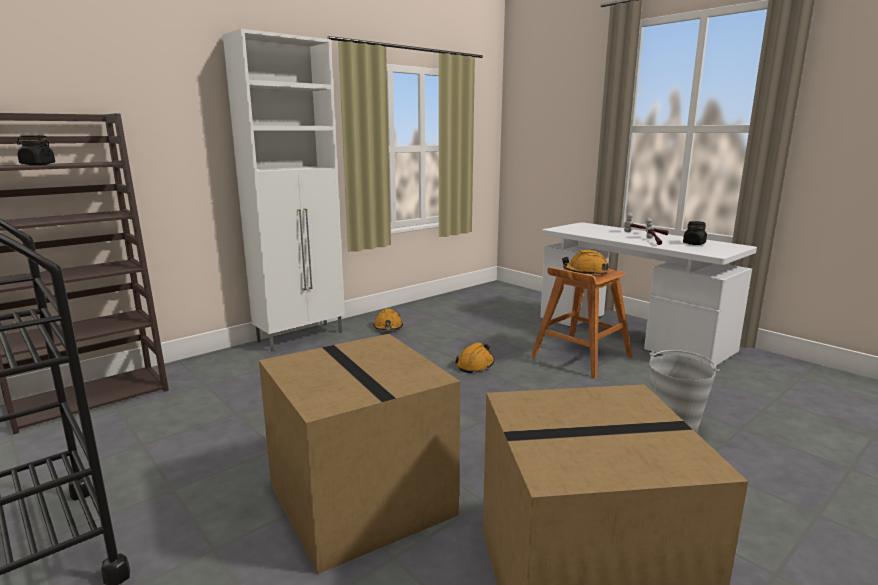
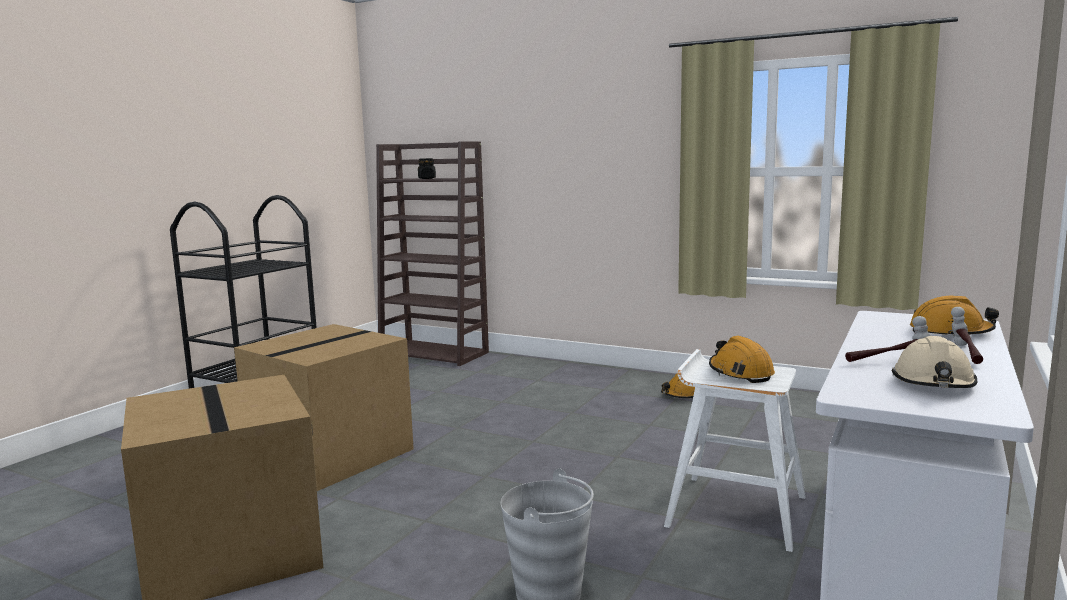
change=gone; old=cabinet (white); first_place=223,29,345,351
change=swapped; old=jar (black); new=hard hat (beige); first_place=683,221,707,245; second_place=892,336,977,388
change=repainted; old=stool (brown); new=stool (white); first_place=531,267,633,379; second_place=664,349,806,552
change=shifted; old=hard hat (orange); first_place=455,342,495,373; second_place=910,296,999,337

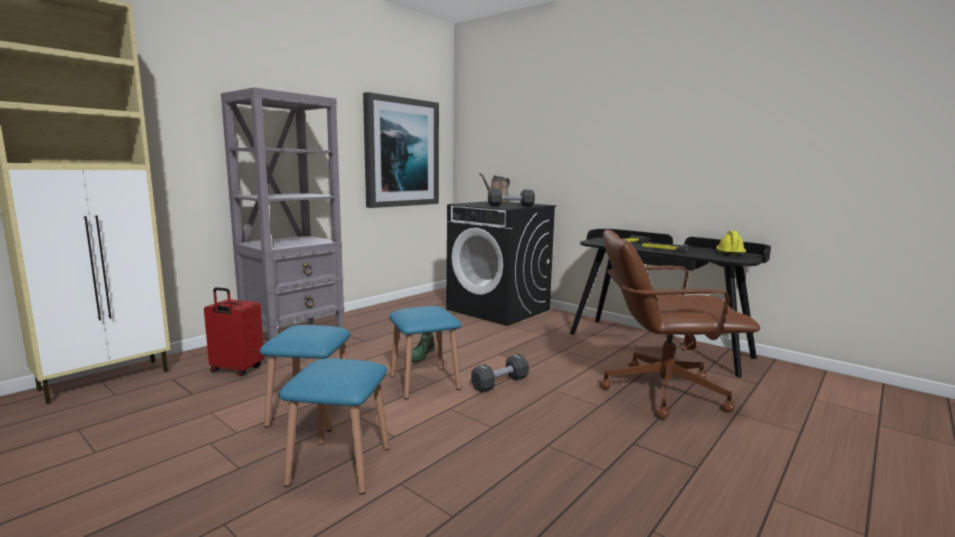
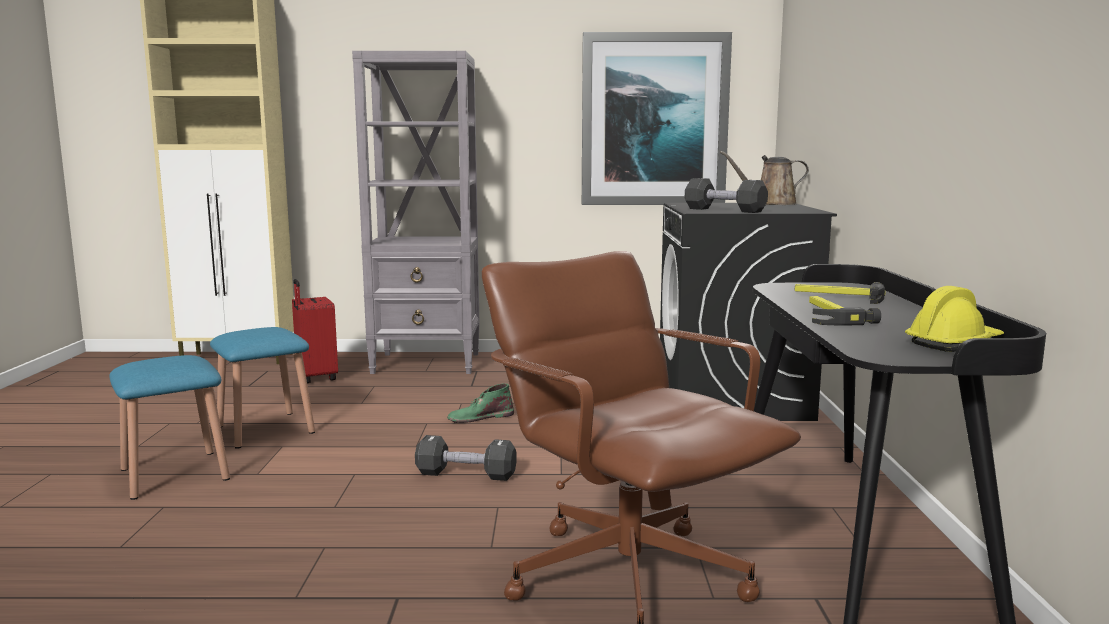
change=gone; old=stool (blue); first_place=389,306,461,399

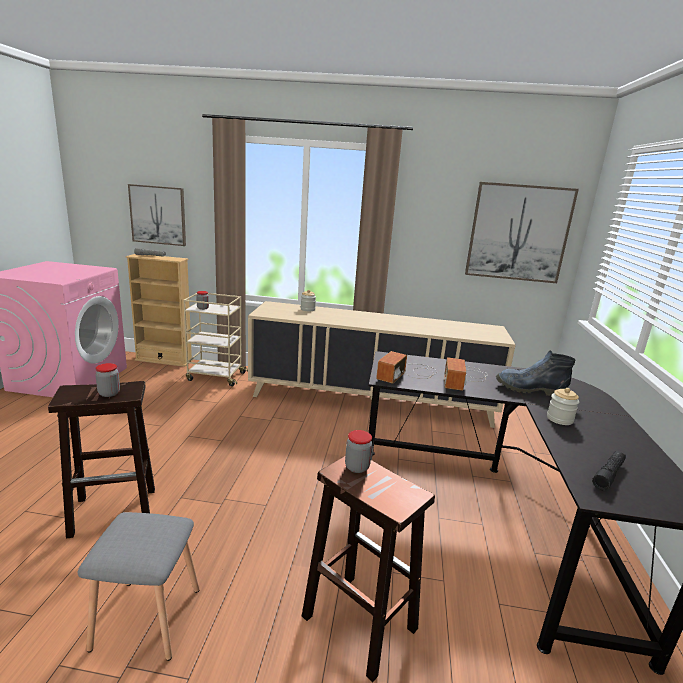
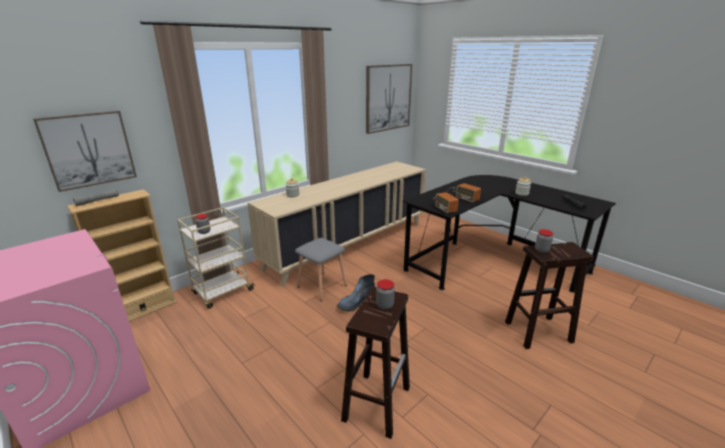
change=shifted; old=boot; first_place=496,350,575,396; second_place=337,274,375,312
change=shifted; old=stool (grey); first_place=77,512,200,661; second_place=295,238,347,301

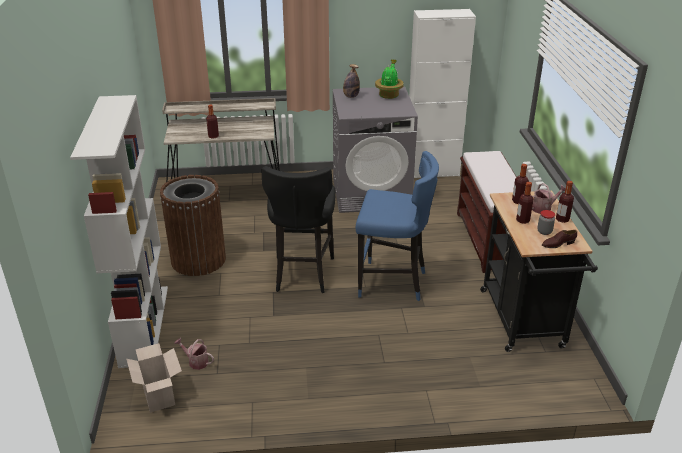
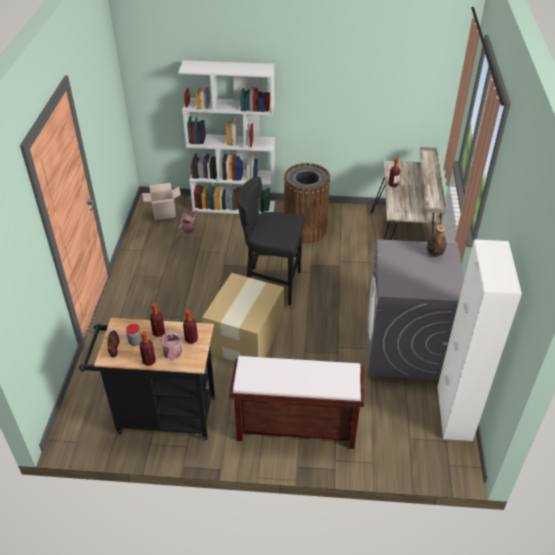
change=gone; old=potted plant; first_place=375,59,404,99
change=swapped; old=stool (blue); new=cardboard box; first_place=355,151,439,301; second_place=202,273,284,361

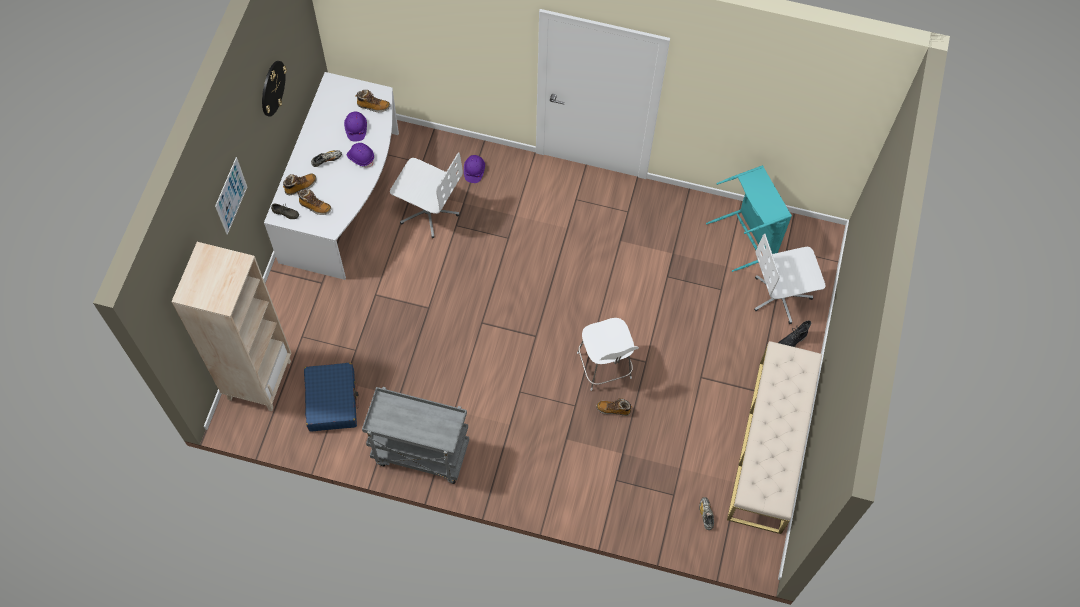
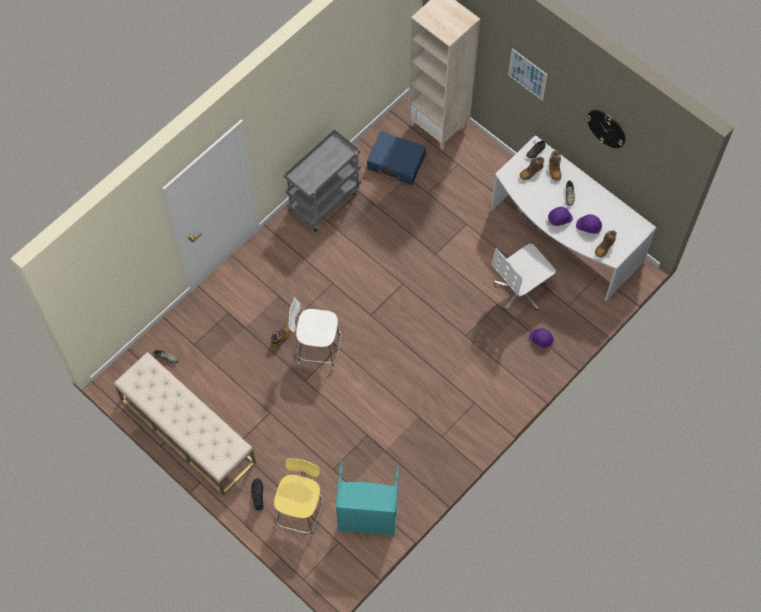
change=swapped; old=office chair (white); new=stool (yellow); first_place=754,234,825,324; second_place=274,458,324,537

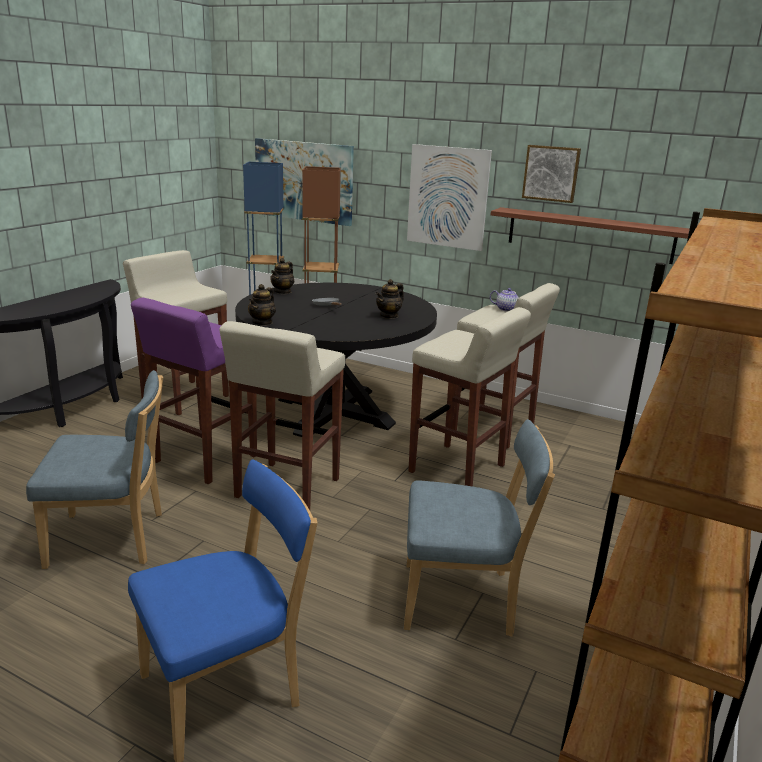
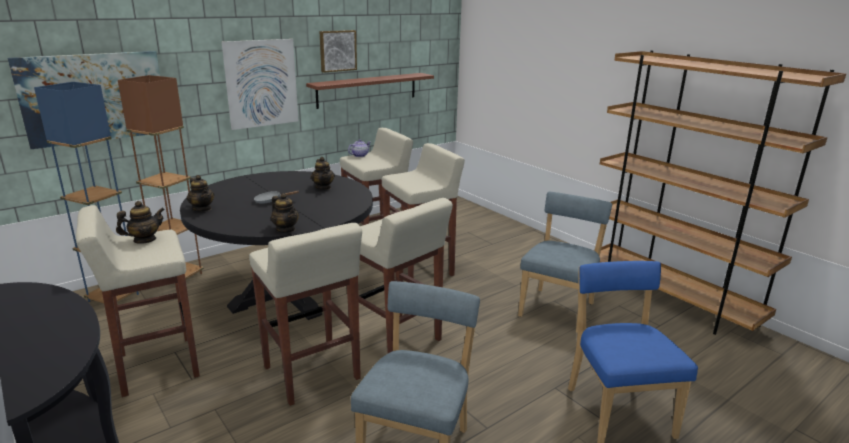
change=repainted; old=stool (purple); new=stool (beige); first_place=131,298,257,484; second_place=249,223,362,406
change=new; new=teapot; second_place=116,201,165,244

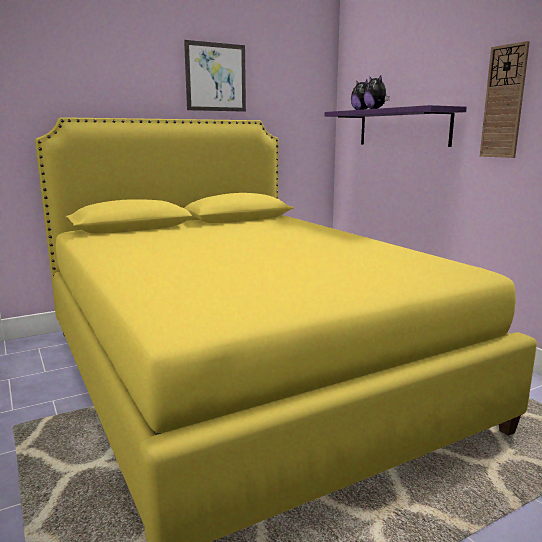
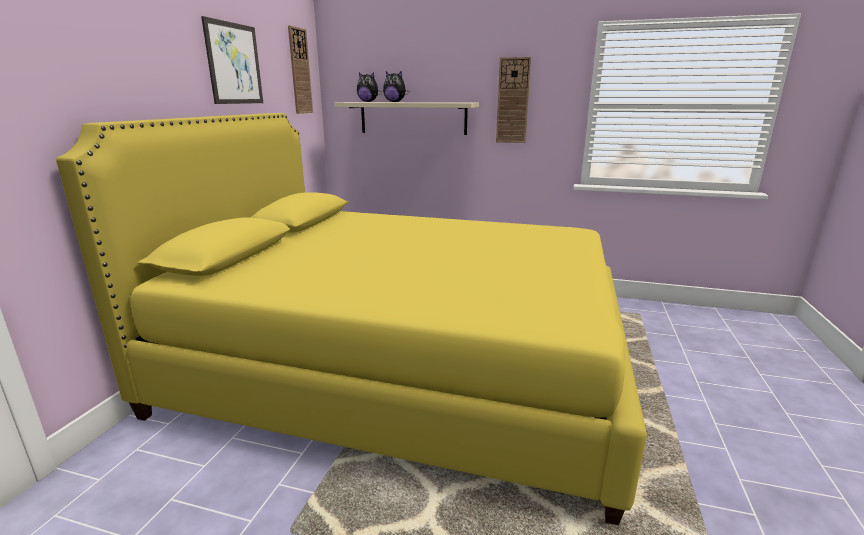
change=repainted; old=shelf (purple); new=shelf (beige); first_place=325,105,467,147; second_place=335,102,479,135
change=new; new=wall clock; second_place=288,25,313,114

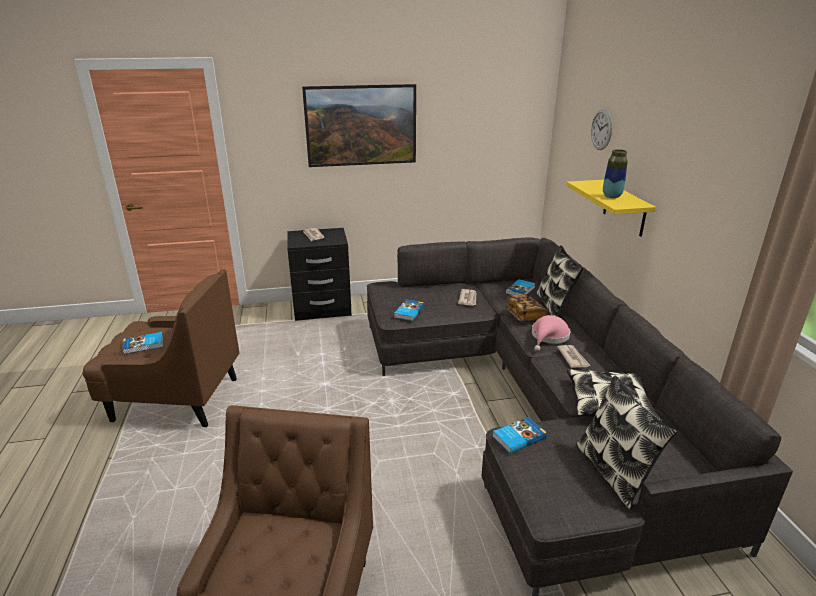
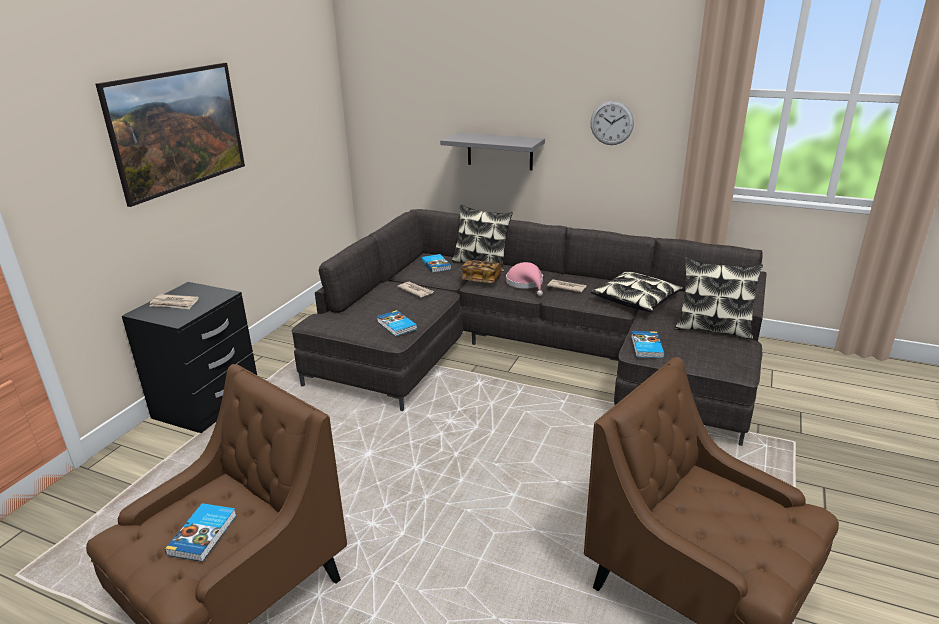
change=shifted; old=wall clock; first_place=591,109,612,150; second_place=590,101,634,145
change=gone; old=vase; first_place=603,149,628,198
change=repainted; old=shelf (yellow); new=shelf (grey); first_place=566,180,656,237; second_place=440,132,545,170

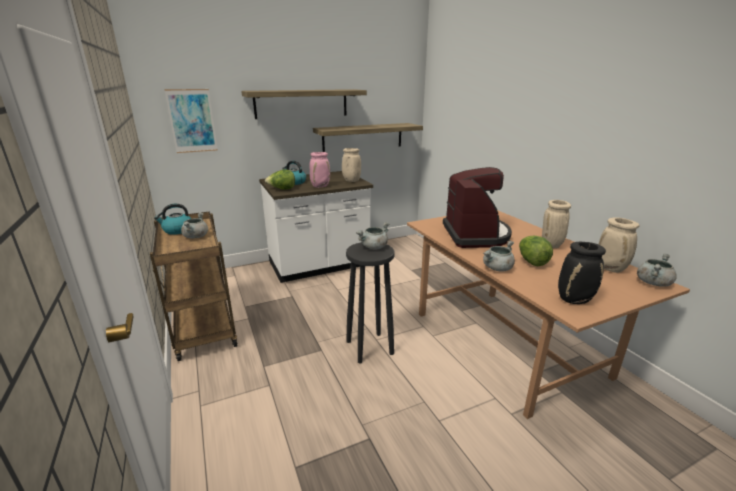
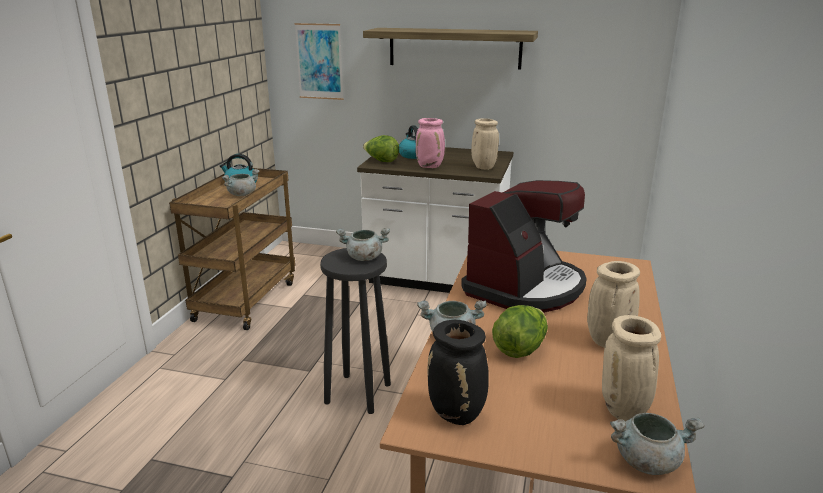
change=gone; old=shelf; first_place=313,123,423,152

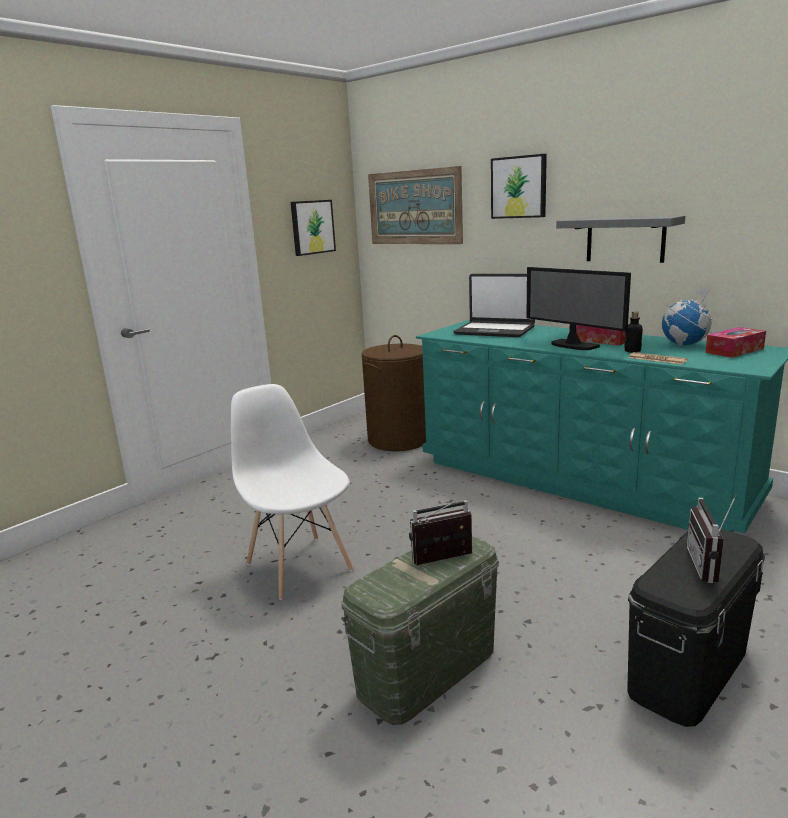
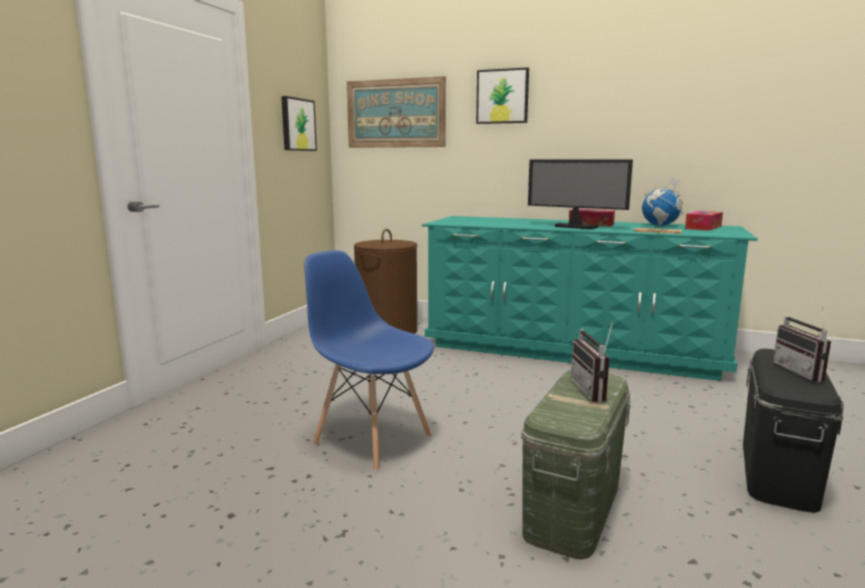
change=gone; old=shelf (grey); first_place=556,216,685,263
change=gone; old=laptop; first_place=453,274,535,337
change=gone; old=bottle; first_place=624,311,643,353
change=repainted; old=chair (white); new=chair (blue); first_place=231,384,354,600; second_place=304,250,434,472
change=rotated; old=radio; first_place=409,500,472,565; second_place=571,320,613,402; degrees=-60

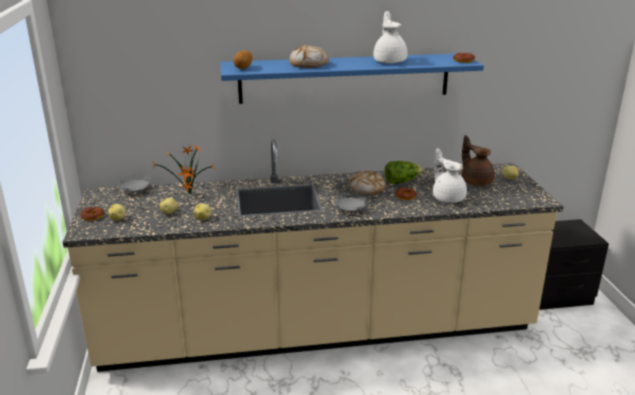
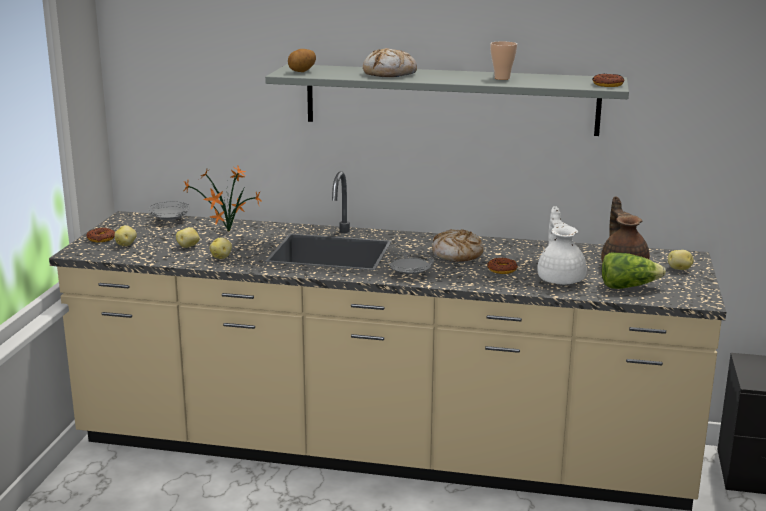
change=swapped; old=teapot (white); new=cup; first_place=373,11,407,64; second_place=490,42,517,80
change=repainted; old=shelf (blue); new=shelf (grey); first_place=220,54,484,104; second_place=265,64,629,136
change=shifted; old=lettuce; first_place=385,161,424,184; second_place=602,252,666,289

